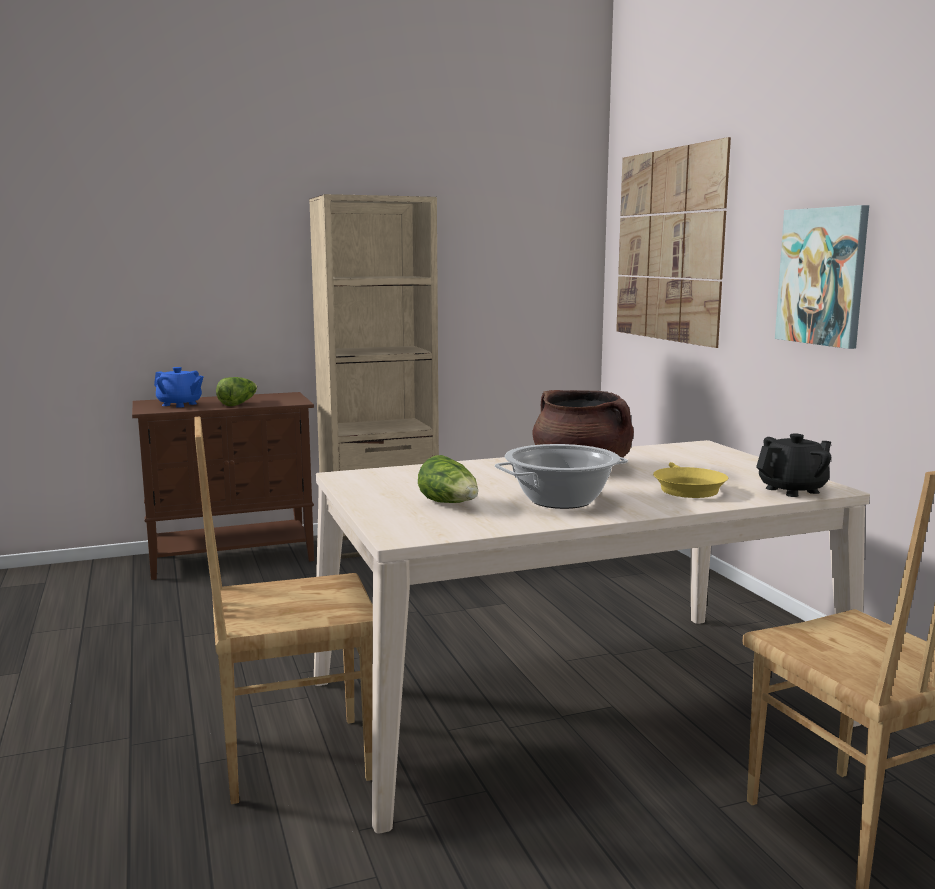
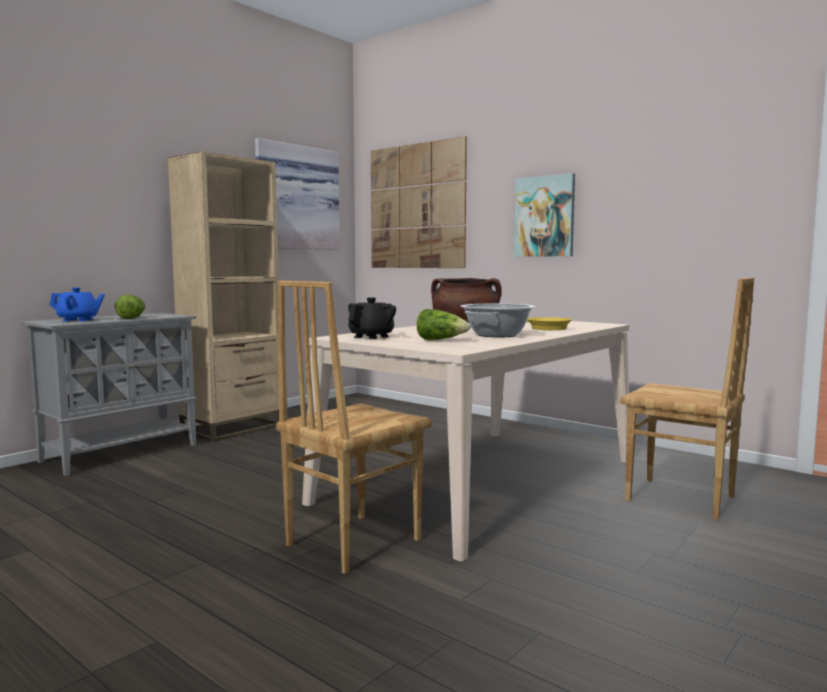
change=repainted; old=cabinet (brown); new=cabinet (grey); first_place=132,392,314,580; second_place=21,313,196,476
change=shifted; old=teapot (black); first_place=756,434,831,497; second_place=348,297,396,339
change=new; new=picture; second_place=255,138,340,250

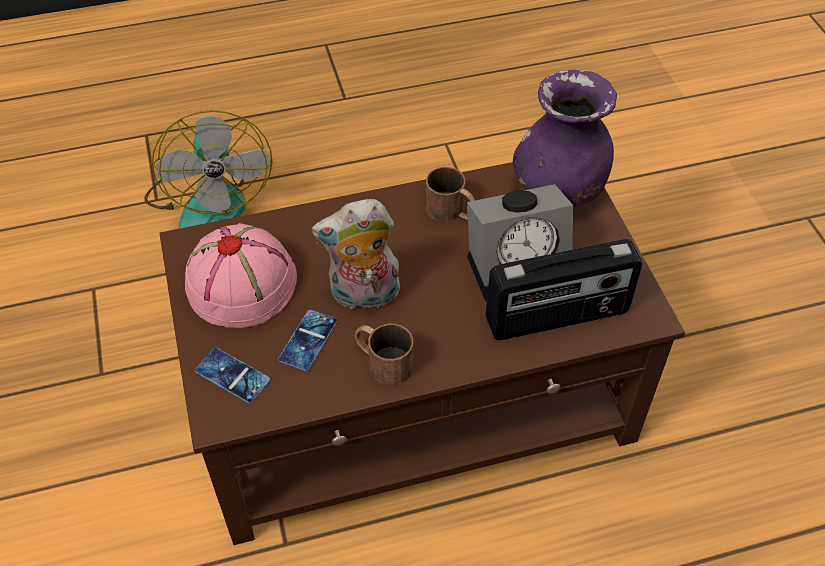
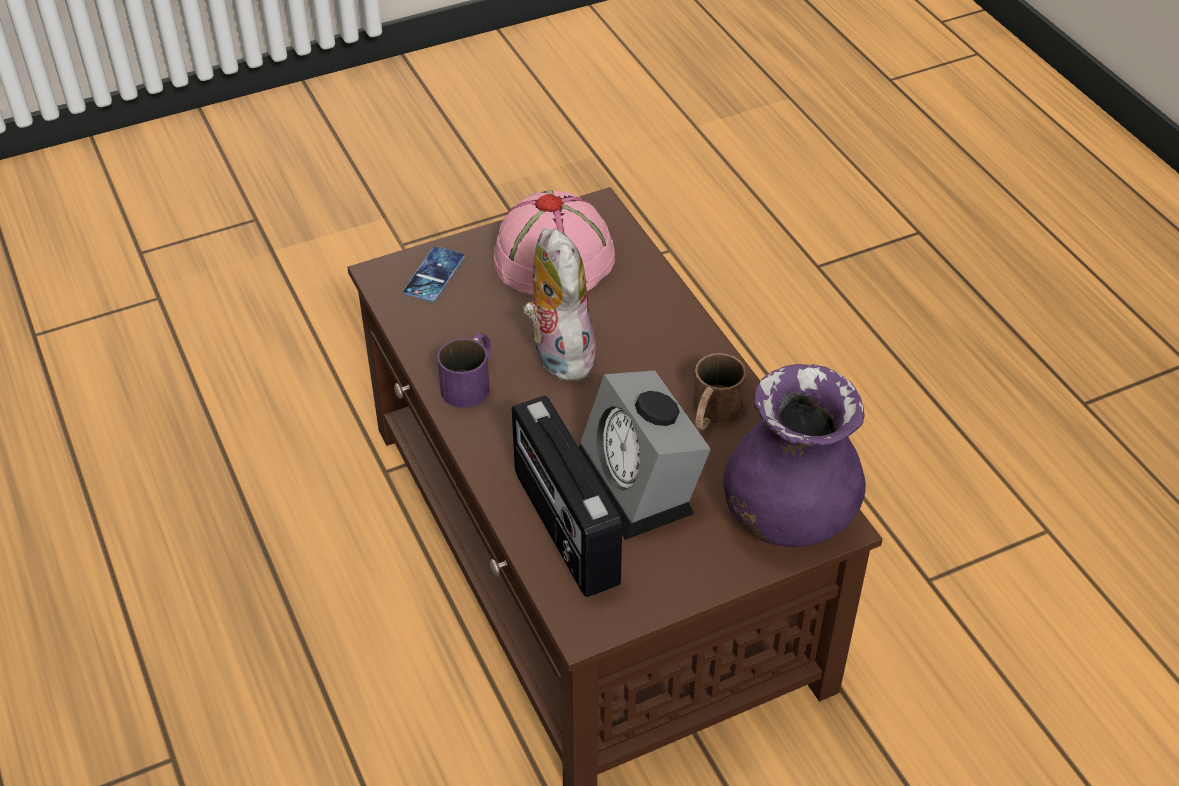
change=gone; old=fan; first_place=145,110,273,229
change=gone; old=phone; first_place=278,310,337,371
change=repainted; old=mug (brown); new=mug (purple); first_place=355,324,413,385; second_place=437,333,491,408

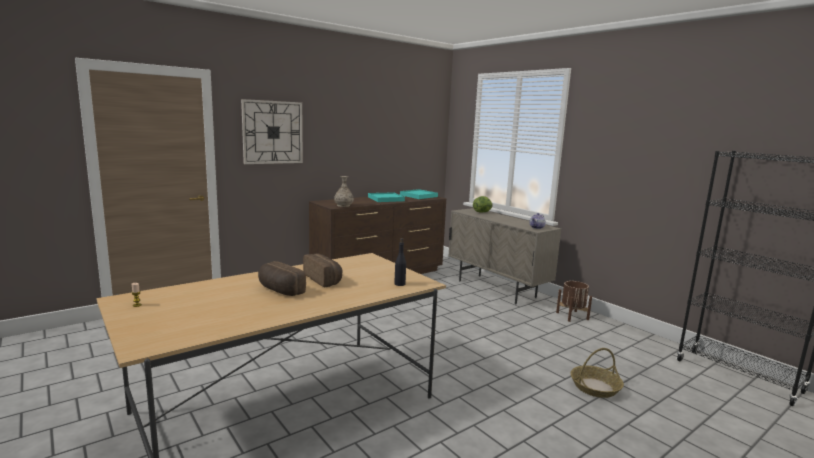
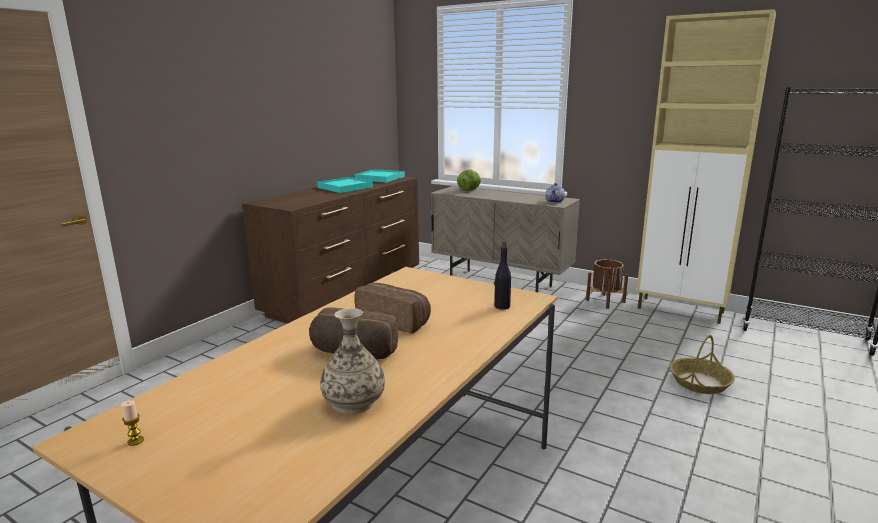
change=gone; old=wall clock; first_place=241,99,303,164
change=shifted; old=vase; first_place=334,176,354,207; second_place=320,308,385,414
change=new; new=cabinet (beige); second_place=637,9,776,324

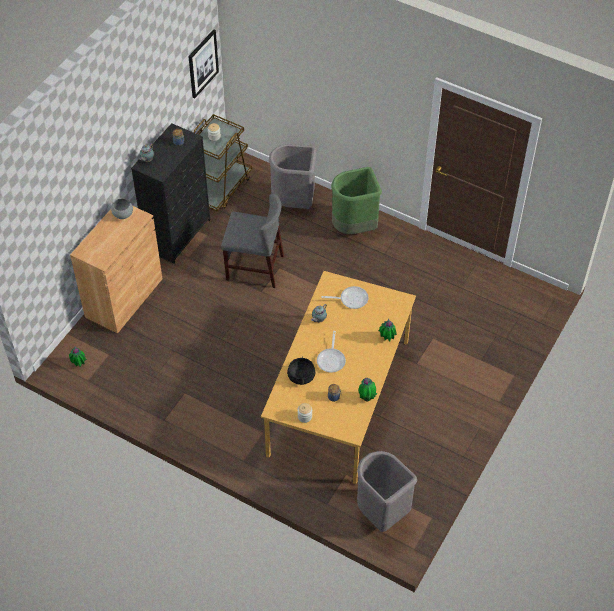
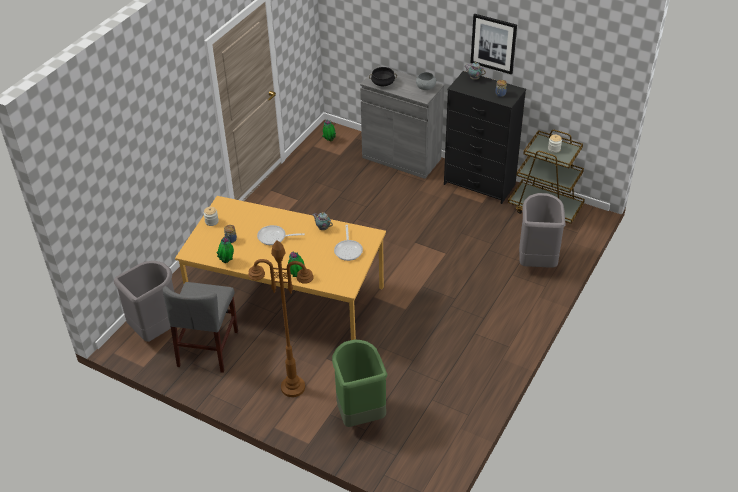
change=shifted; old=picture; first_place=188,29,219,99; second_place=471,14,517,75
change=shifted; old=trash can (green); first_place=331,167,382,234; second_place=332,339,387,427
change=shifted; old=chair (grey); first_place=221,194,284,288; second_place=163,282,238,373
change=repainted; old=cabinet (brown); new=cabinet (grey); first_place=70,206,163,334; second_place=360,66,444,179
change=shifted; old=cooking pot (black); first_place=287,356,316,385; second_place=369,67,397,86
change=new; new=floor lamp (brown); second_place=248,240,314,397

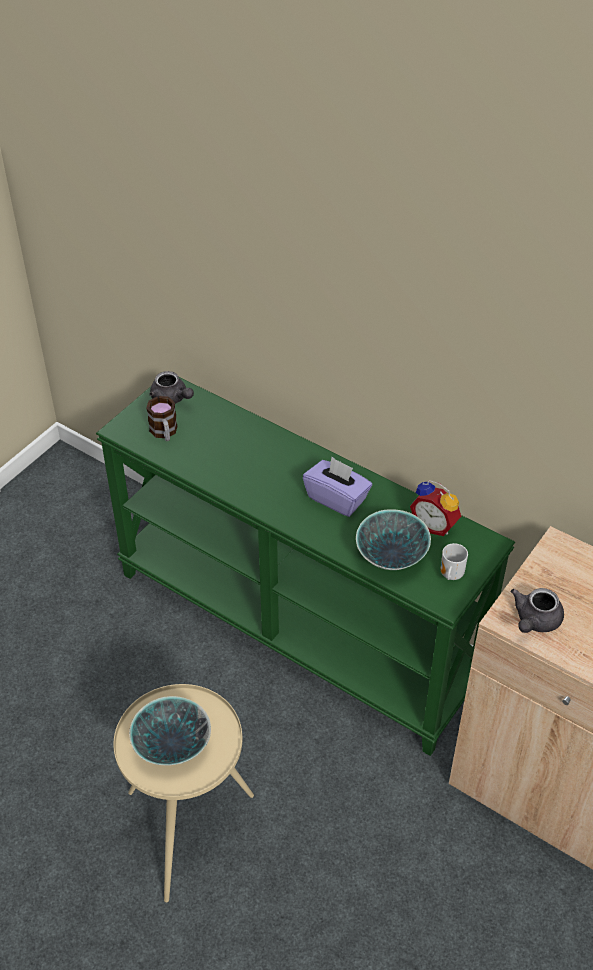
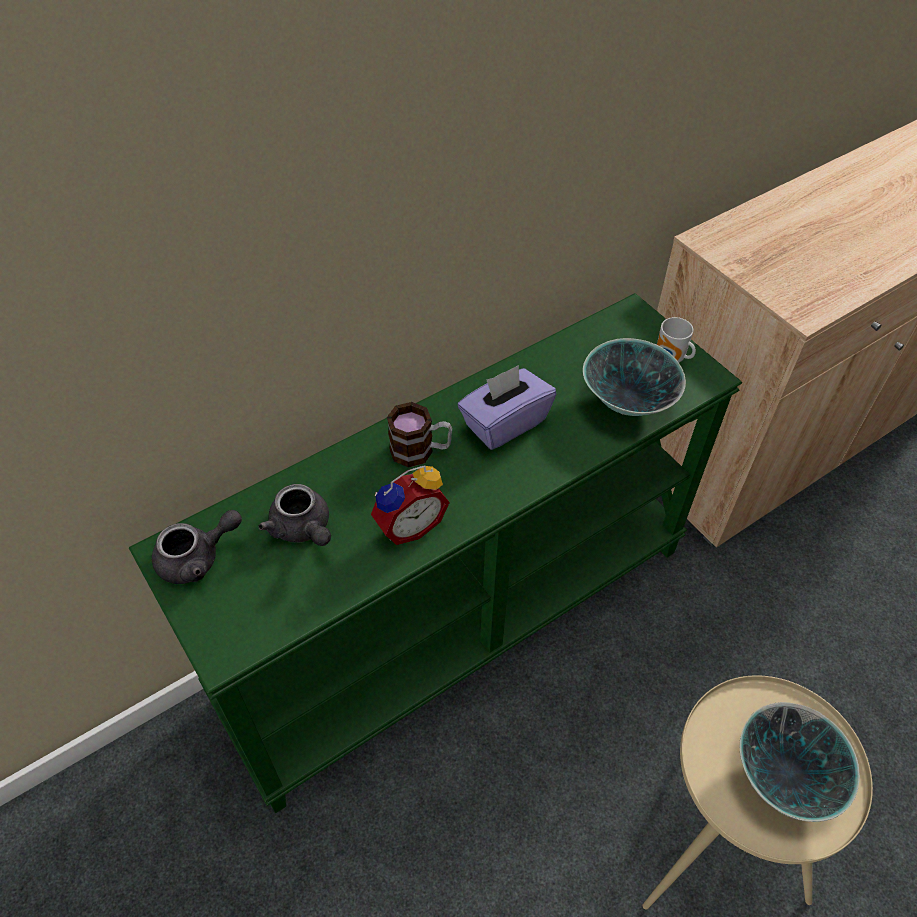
change=shifted; old=mug; first_place=146,396,177,441; second_place=387,402,452,467
change=shifted; old=alarm clock; first_place=410,480,461,536; second_place=371,465,450,545
change=shifted; old=teapot (grey); first_place=511,588,564,633; second_place=259,484,331,546

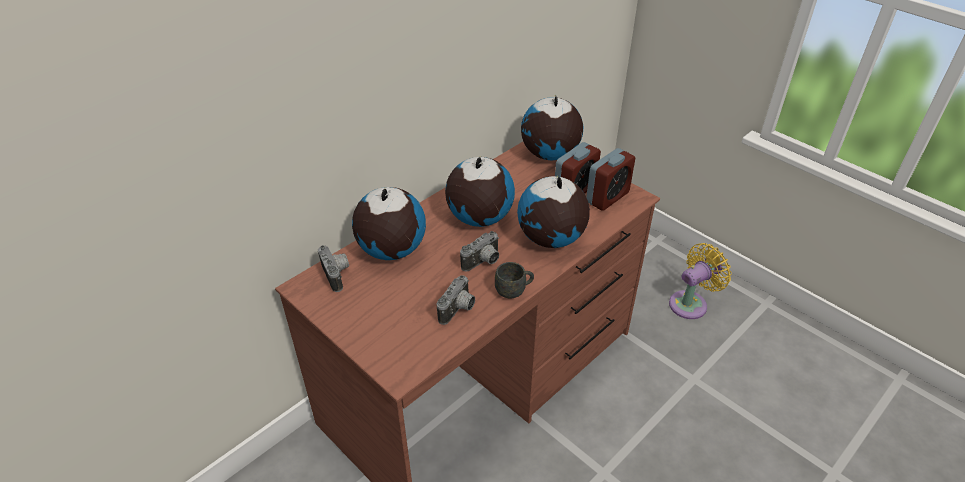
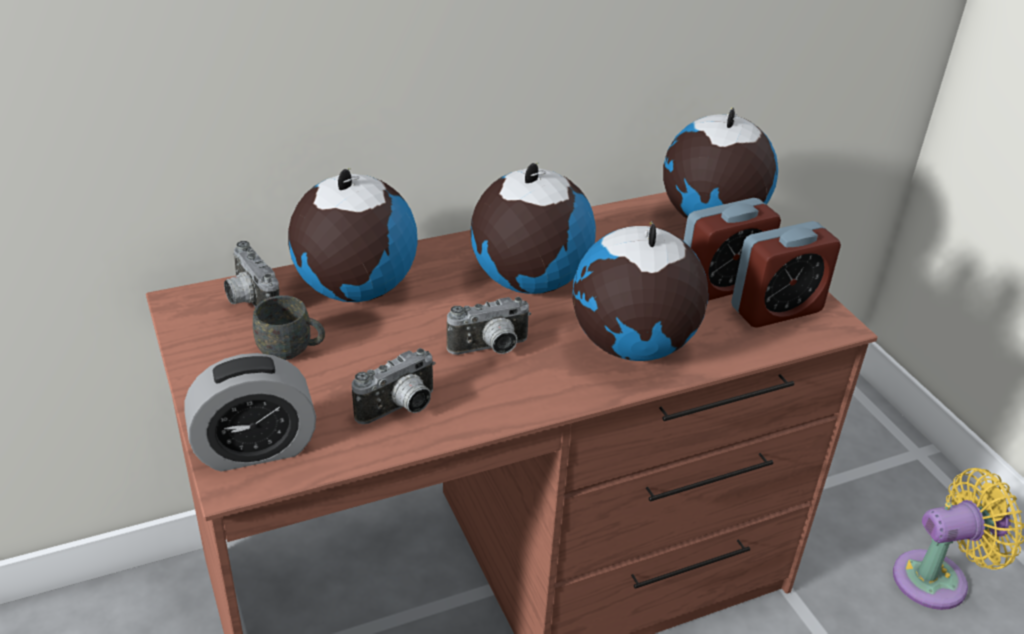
change=rotated; old=photo camera; first_place=318,245,349,292; second_place=224,241,279,307; degrees=150
change=shifted; old=mug (grey); first_place=495,262,534,299; second_place=253,295,325,360
change=new; new=alarm clock; second_place=184,353,316,471

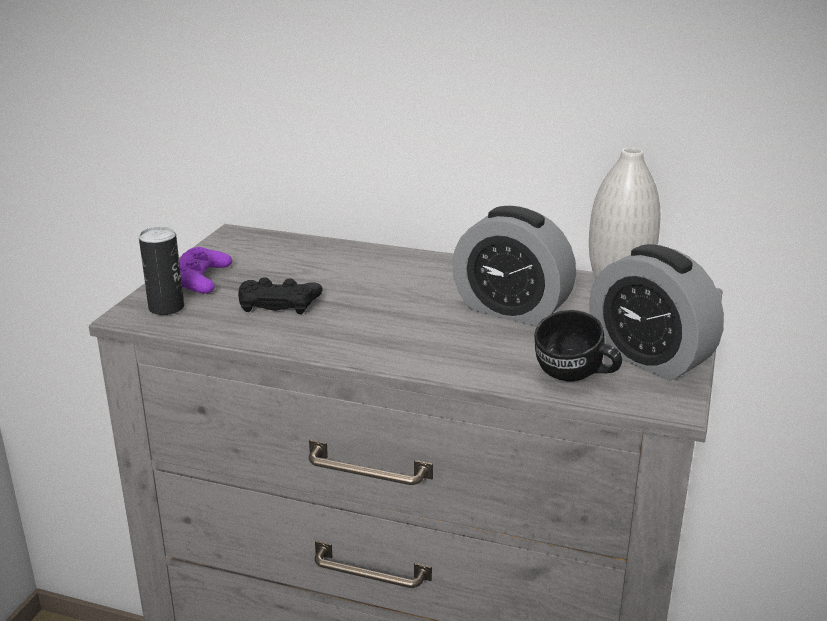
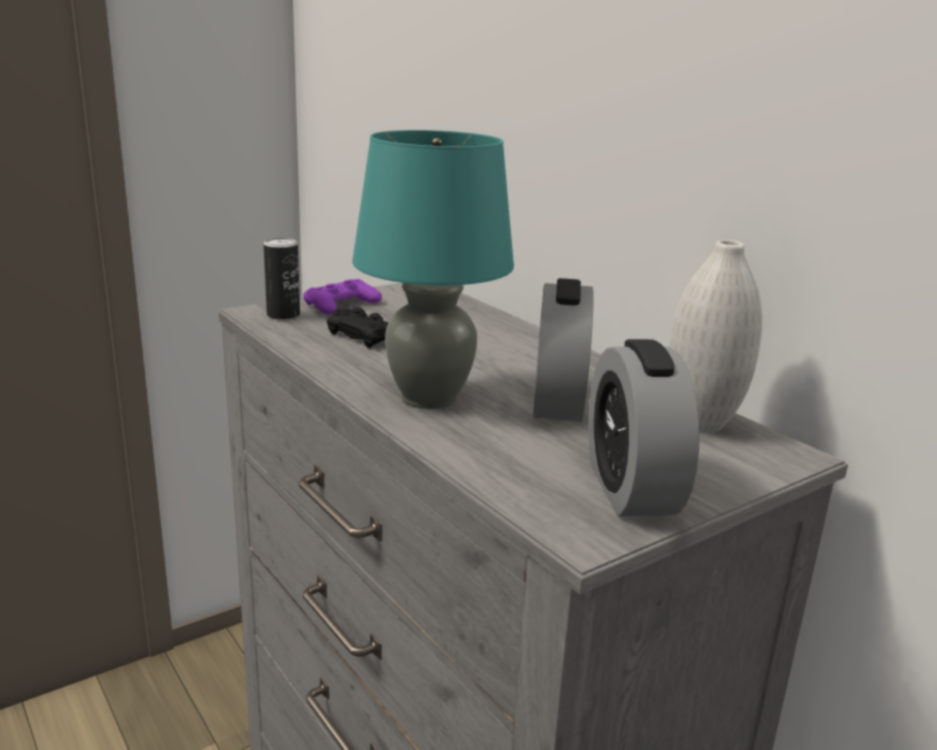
change=rotated; old=alarm clock; first_place=452,206,576,326; second_place=533,278,594,421; degrees=-150
change=gone; old=mug (black); first_place=535,310,622,382
change=new; new=table lamp (turquoise); second_place=352,130,514,409

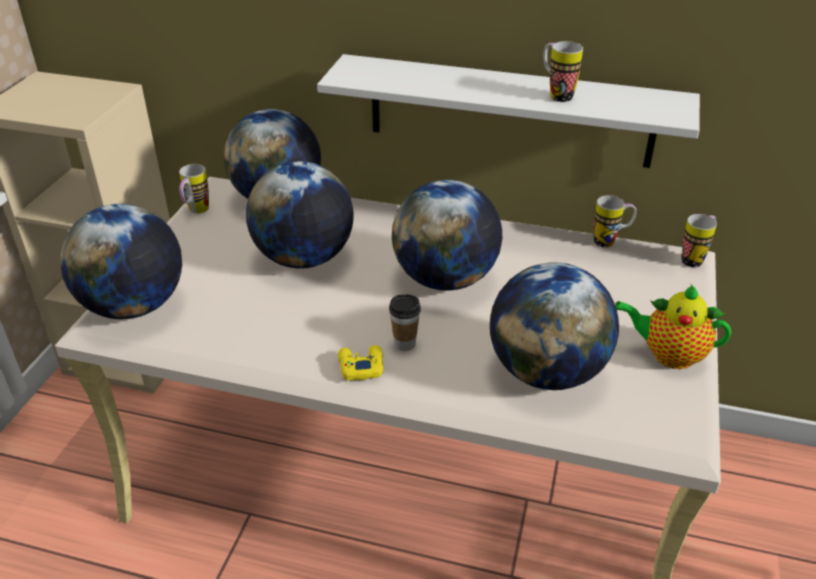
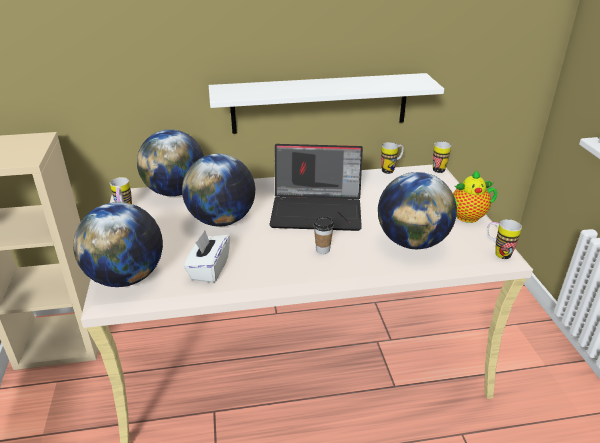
change=shifted; old=mug; first_place=543,41,583,102; second_place=487,219,522,259
change=swapped; old=globe; new=laptop; first_place=392,180,502,291; second_place=270,144,363,231
change=gone; old=game controller (yellow); first_place=338,345,383,380
change=new; new=tissue box (white); second_place=183,231,230,283

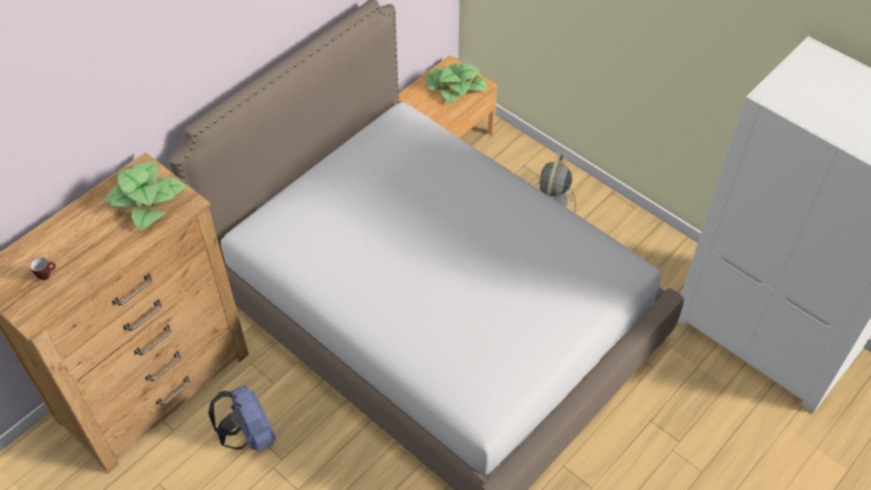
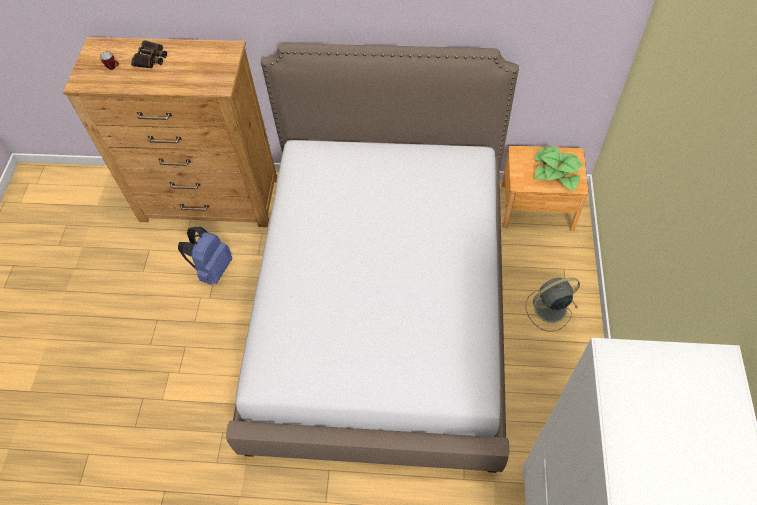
change=gone; old=potted plant; first_place=105,162,186,231
change=new; new=binoculars; second_place=131,40,167,68

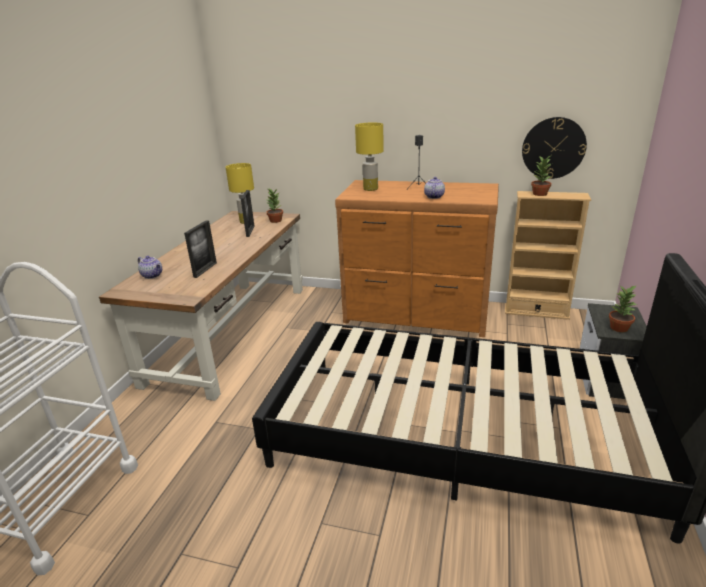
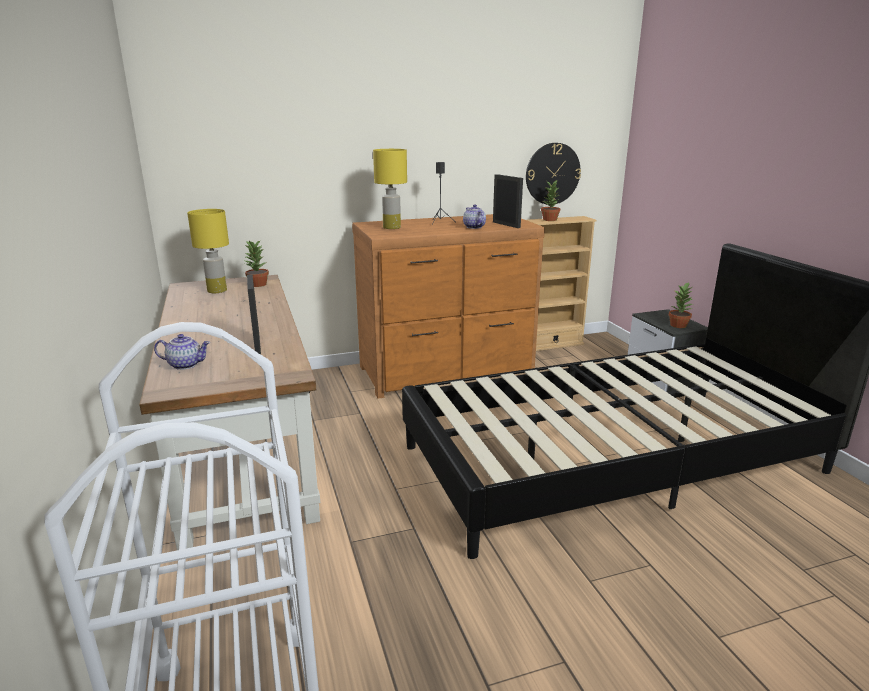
change=shifted; old=picture frame; first_place=241,190,255,237; second_place=493,174,523,228

